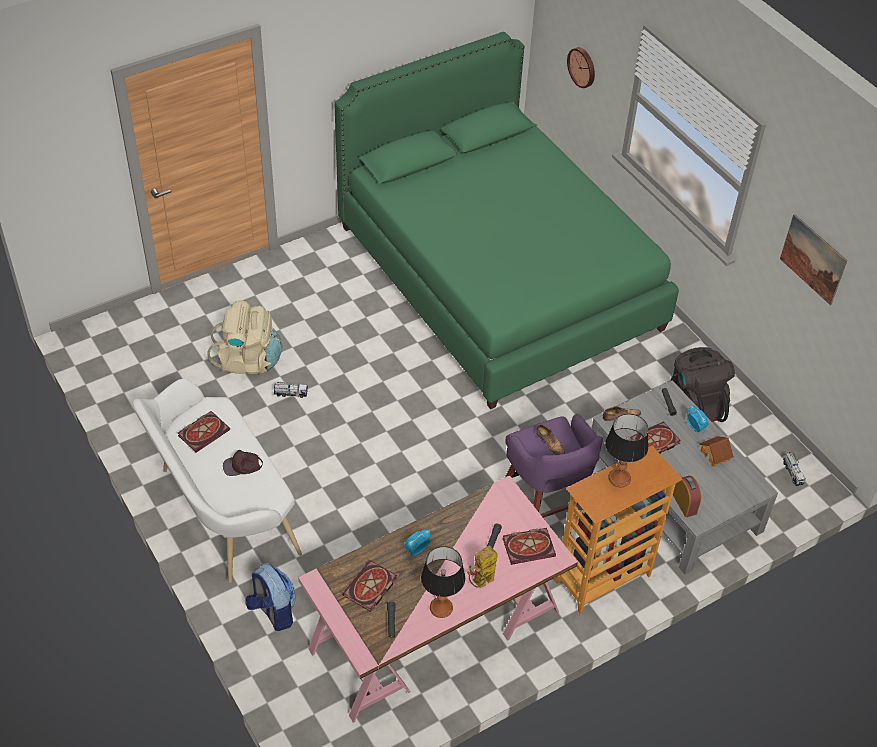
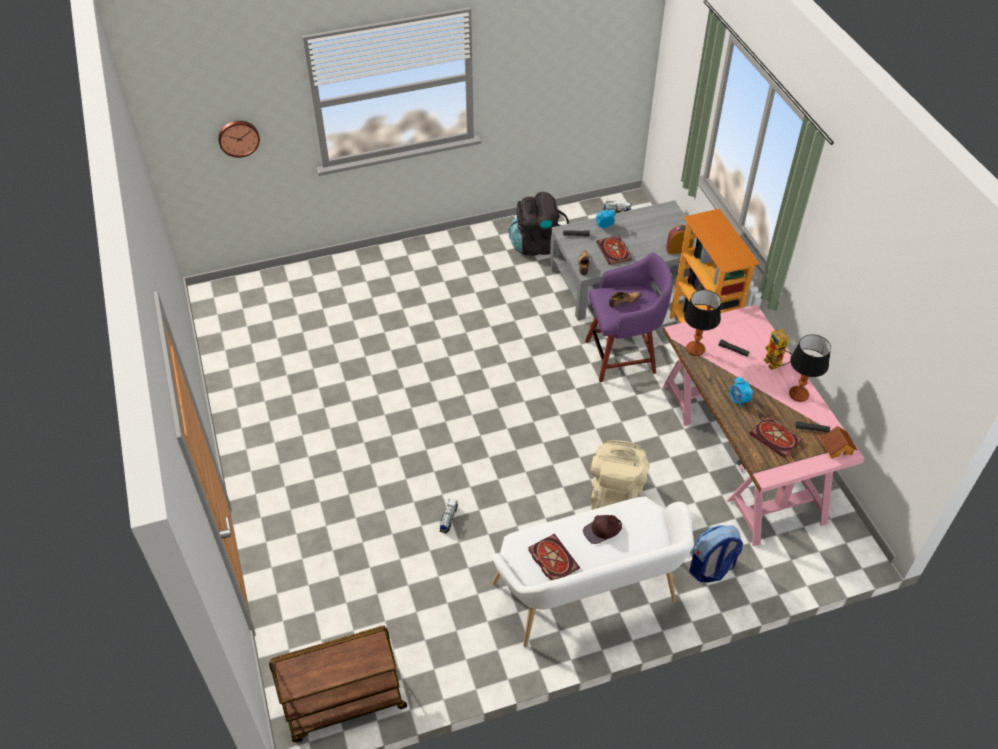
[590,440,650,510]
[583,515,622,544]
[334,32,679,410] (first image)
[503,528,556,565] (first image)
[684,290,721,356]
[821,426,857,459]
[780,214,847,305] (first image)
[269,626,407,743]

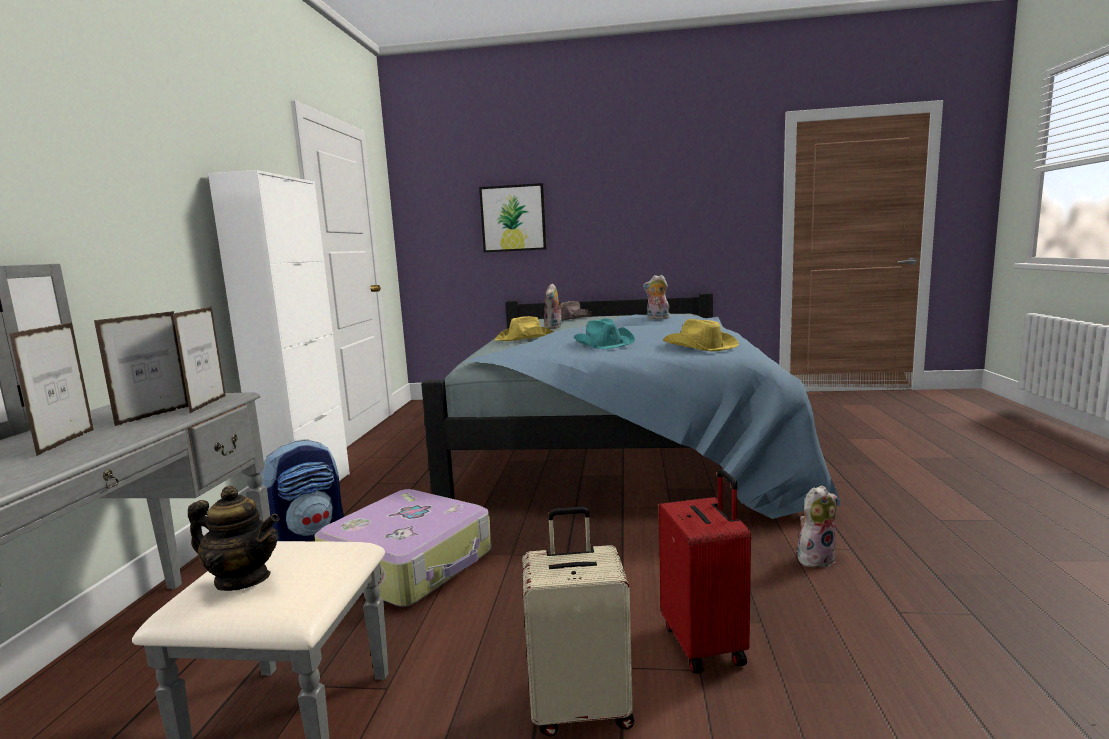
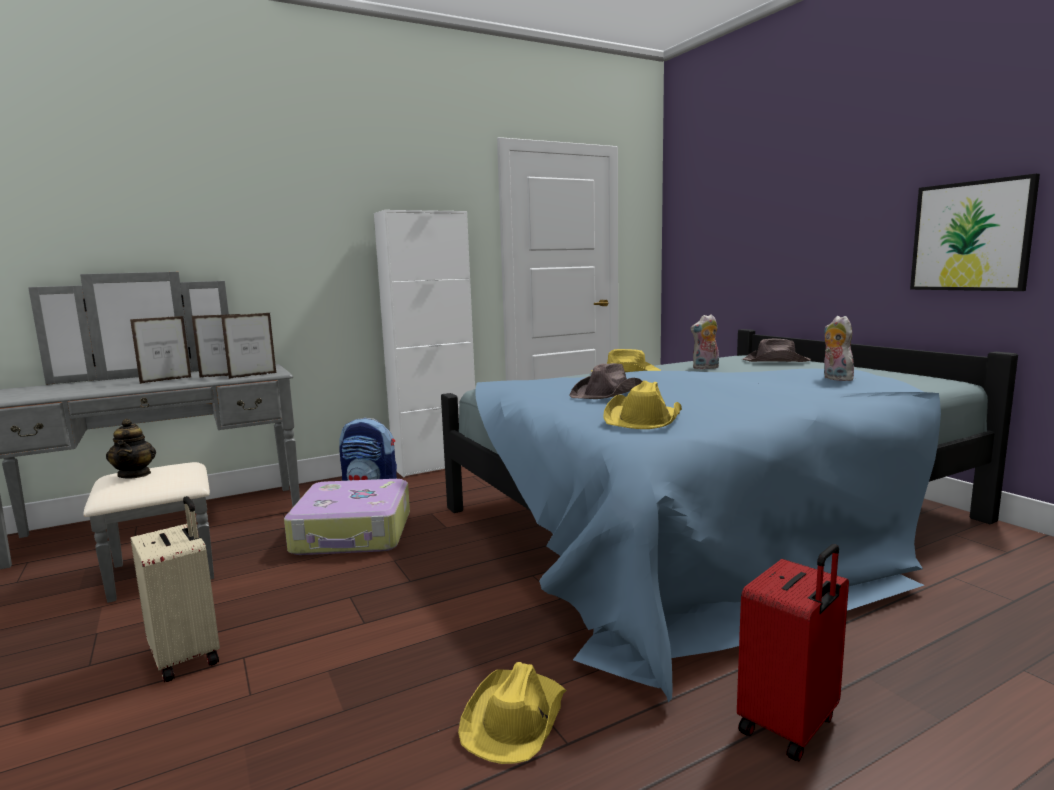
[910,174,1040,291]
[569,363,643,399]
[737,544,849,762]
[458,662,567,764]

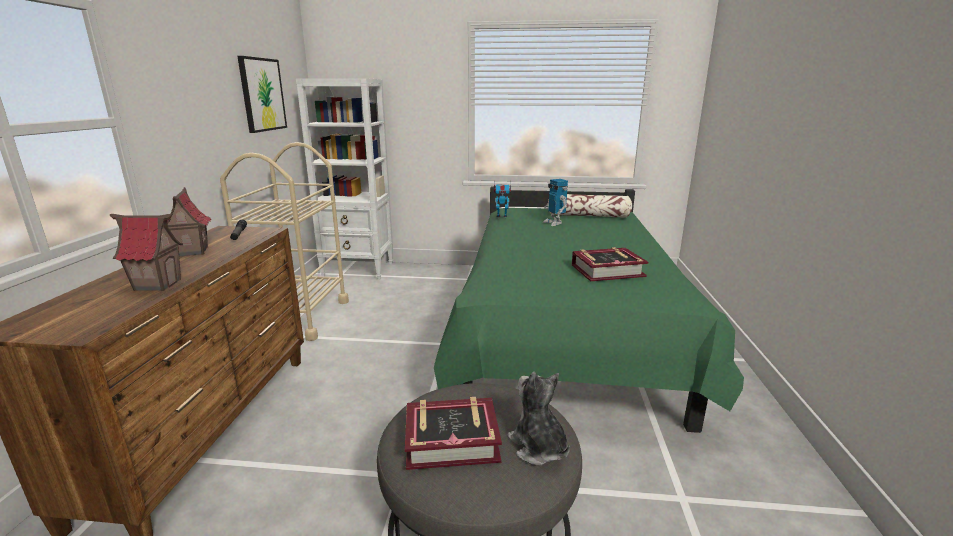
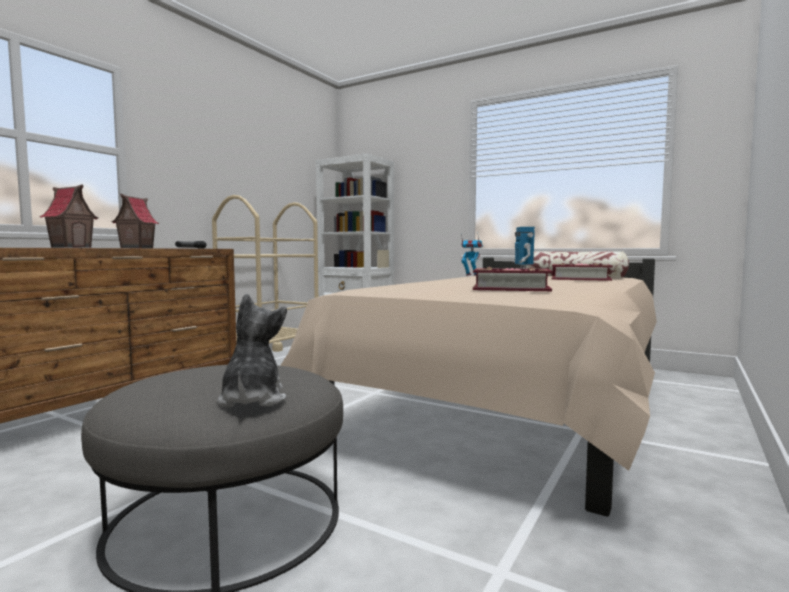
[237,56,287,133] (first image)
[552,263,613,281]
[280,258,657,517]

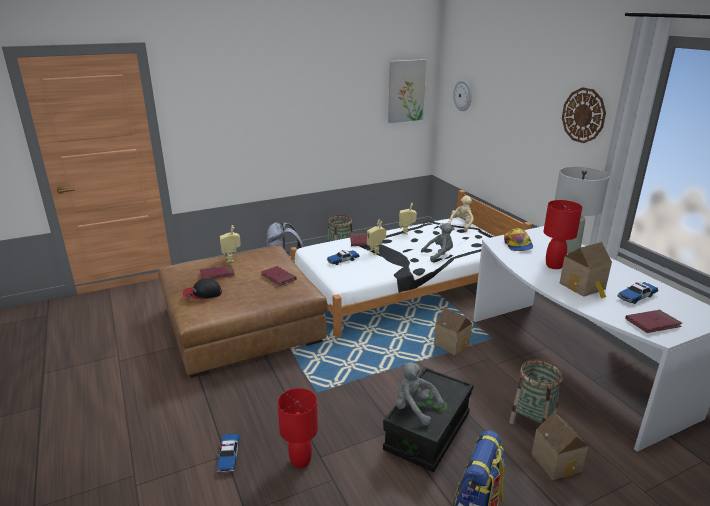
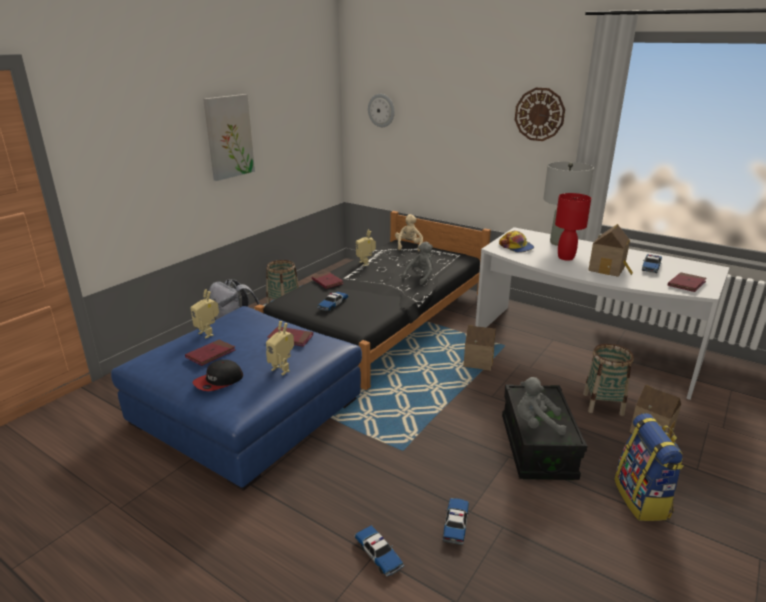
[111,306,362,491]
[443,498,469,545]
[255,211,491,390]
[266,321,294,375]
[203,94,255,181]

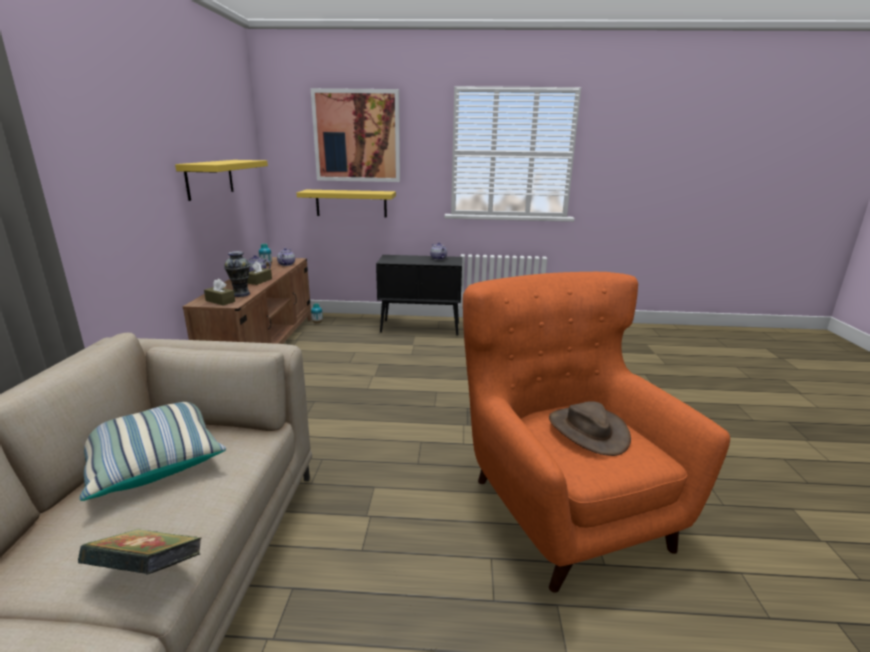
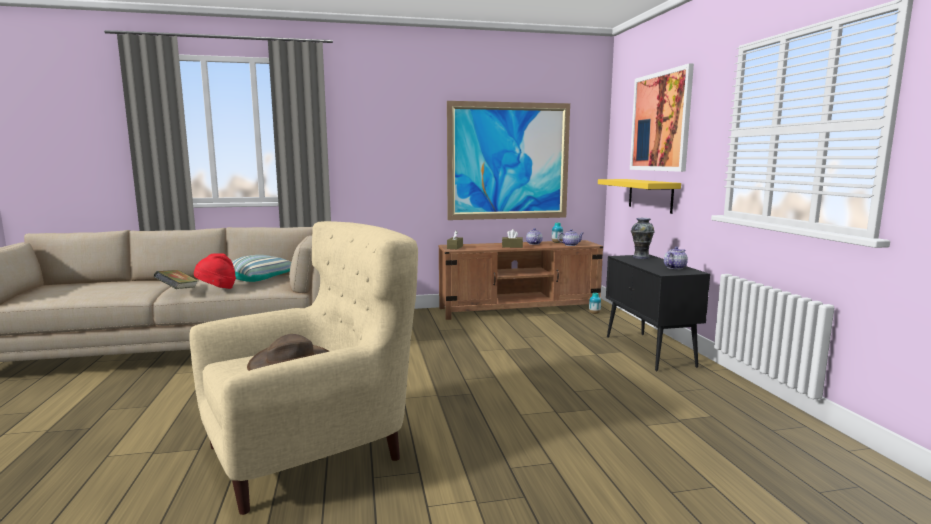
[447,101,570,220]
[631,218,655,259]
[189,221,418,515]
[194,253,236,289]

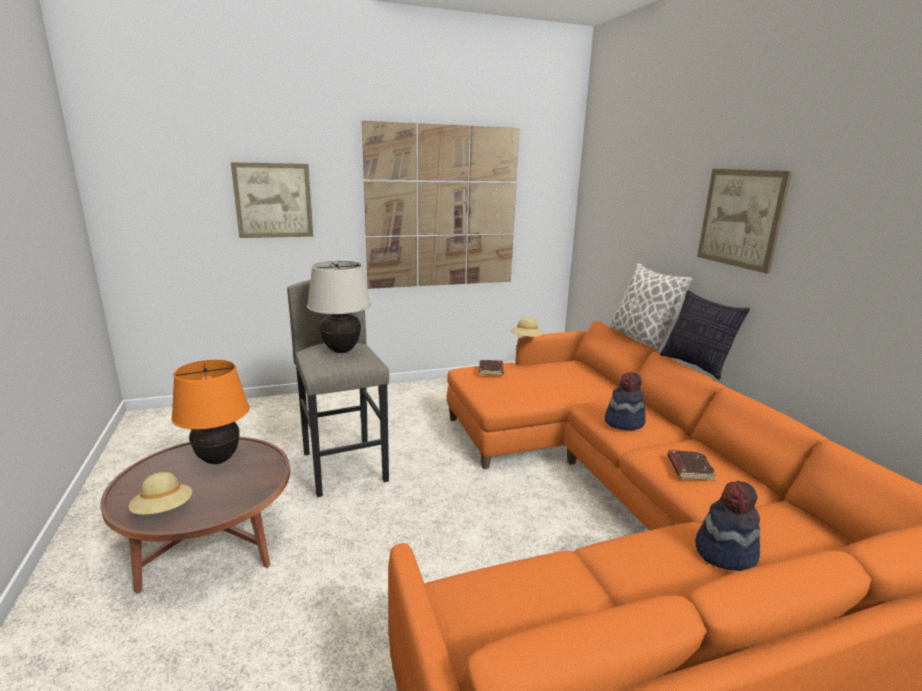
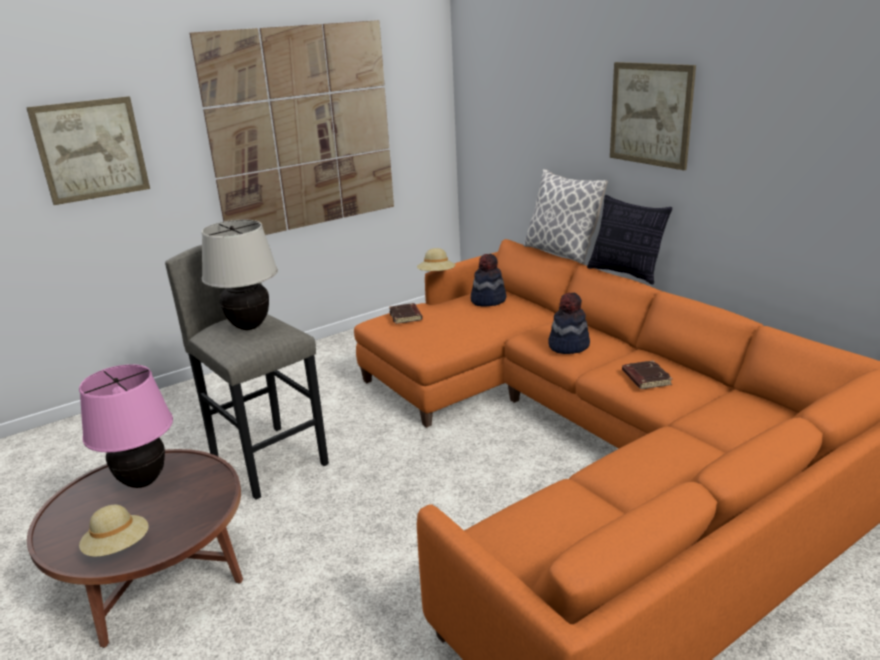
[79,364,173,488]
[471,254,506,307]

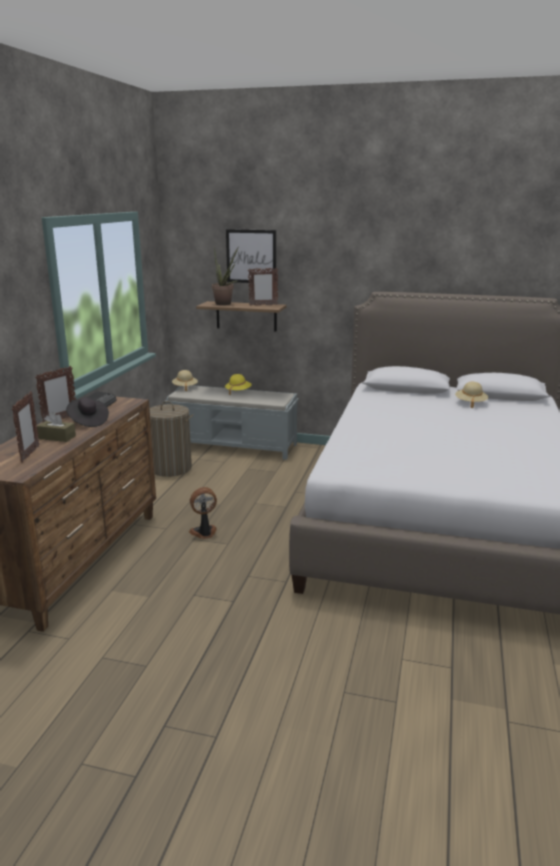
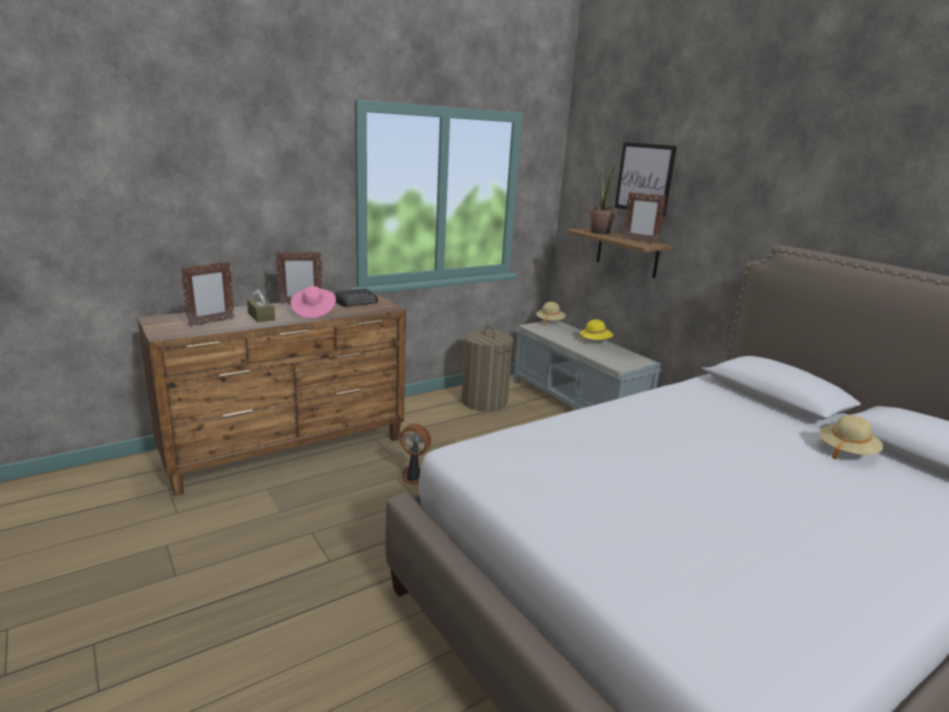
[291,286,336,318]

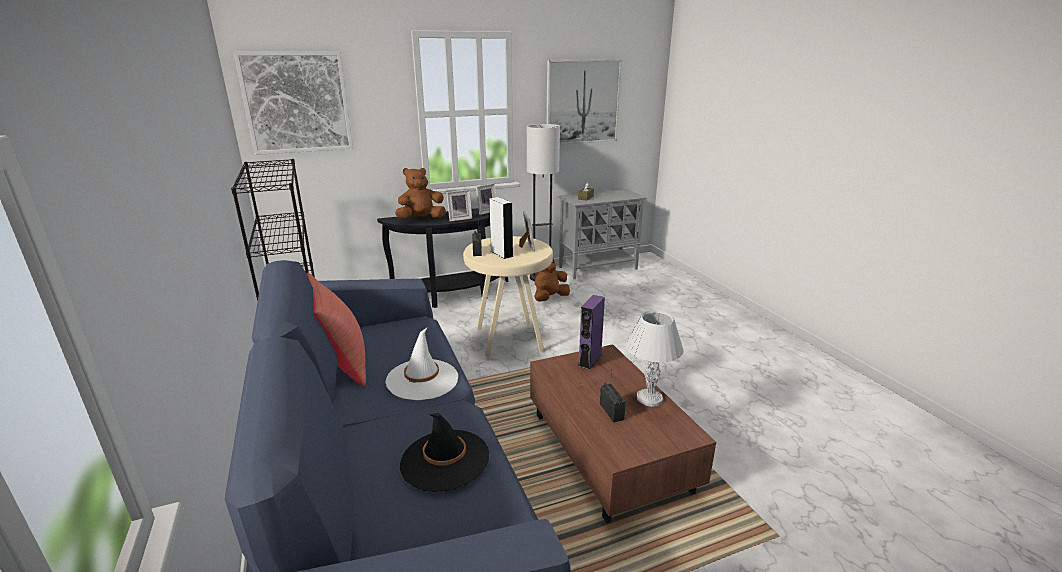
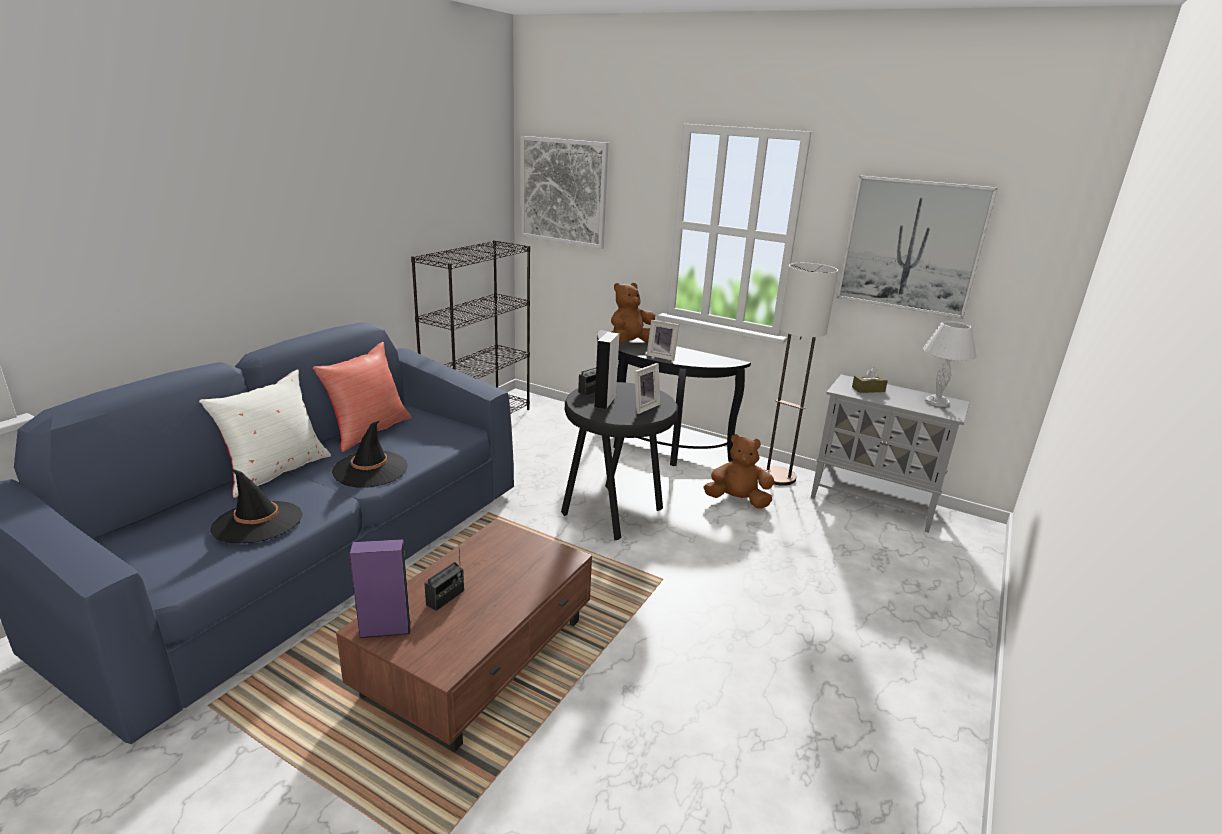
[332,421,408,488]
[611,283,655,343]
[561,382,678,540]
[476,183,496,215] (first image)
[350,539,411,638]
[923,321,976,407]
[199,369,331,498]

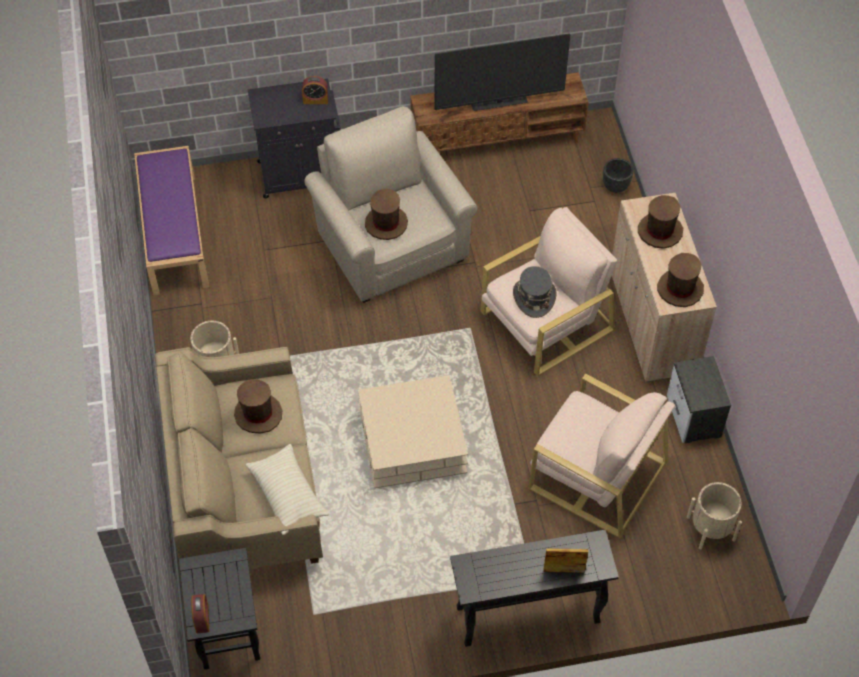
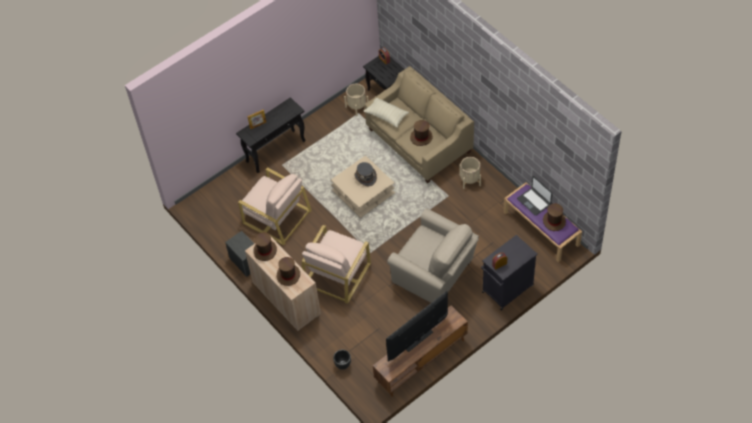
[543,203,566,231]
[354,162,377,186]
[238,167,312,245]
[344,83,369,116]
[517,176,552,216]

